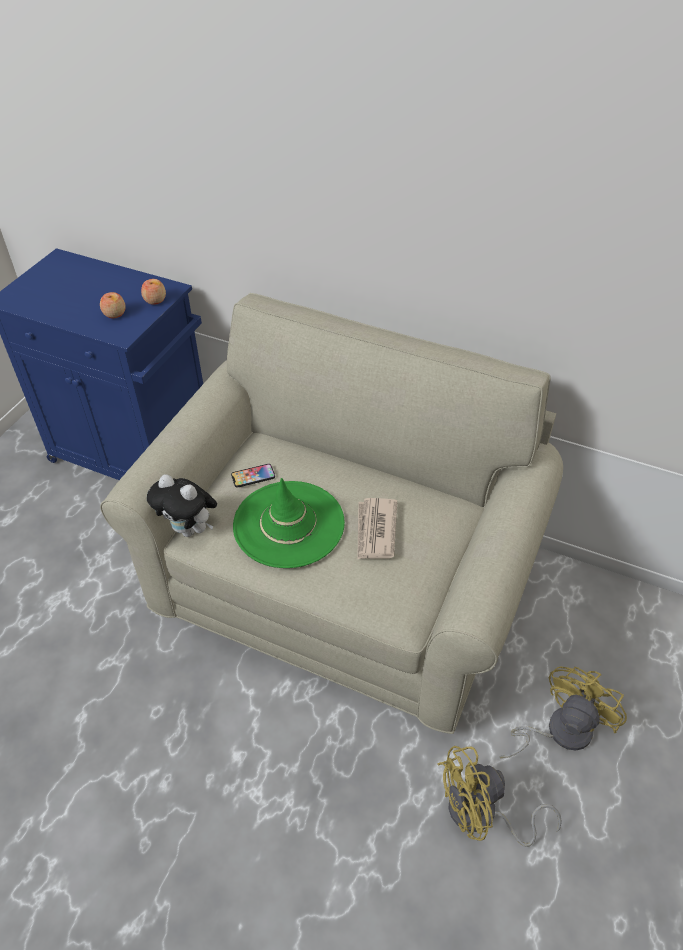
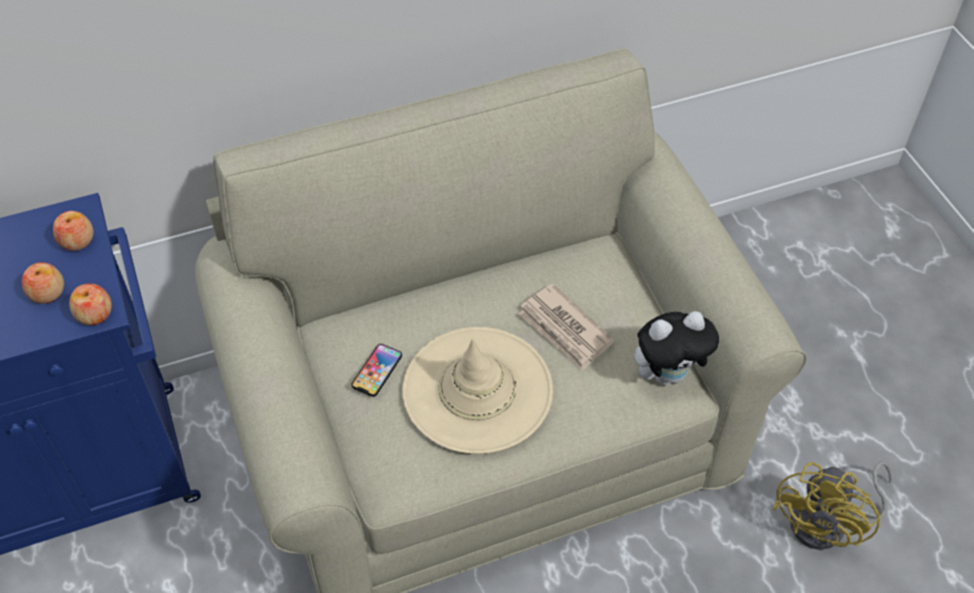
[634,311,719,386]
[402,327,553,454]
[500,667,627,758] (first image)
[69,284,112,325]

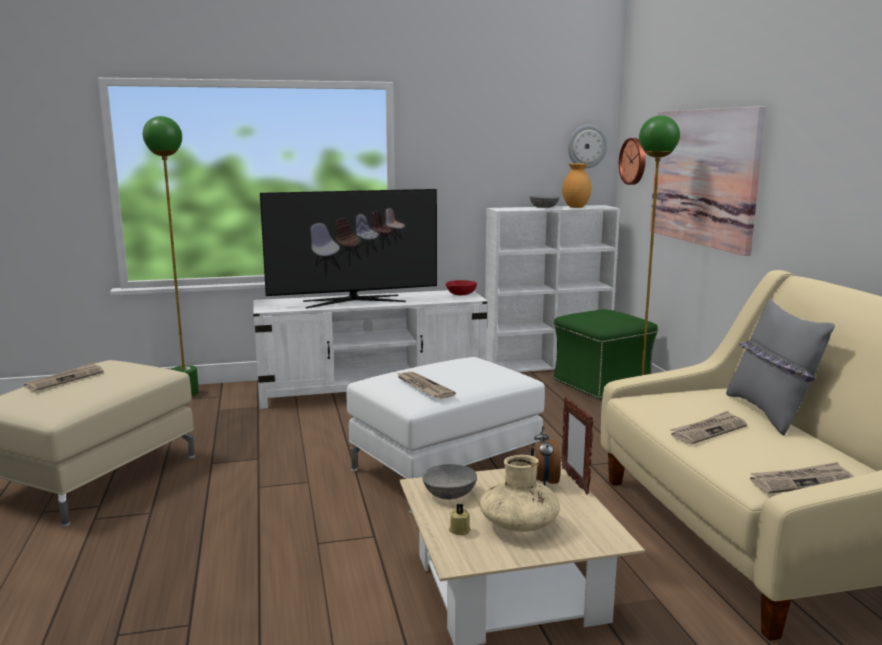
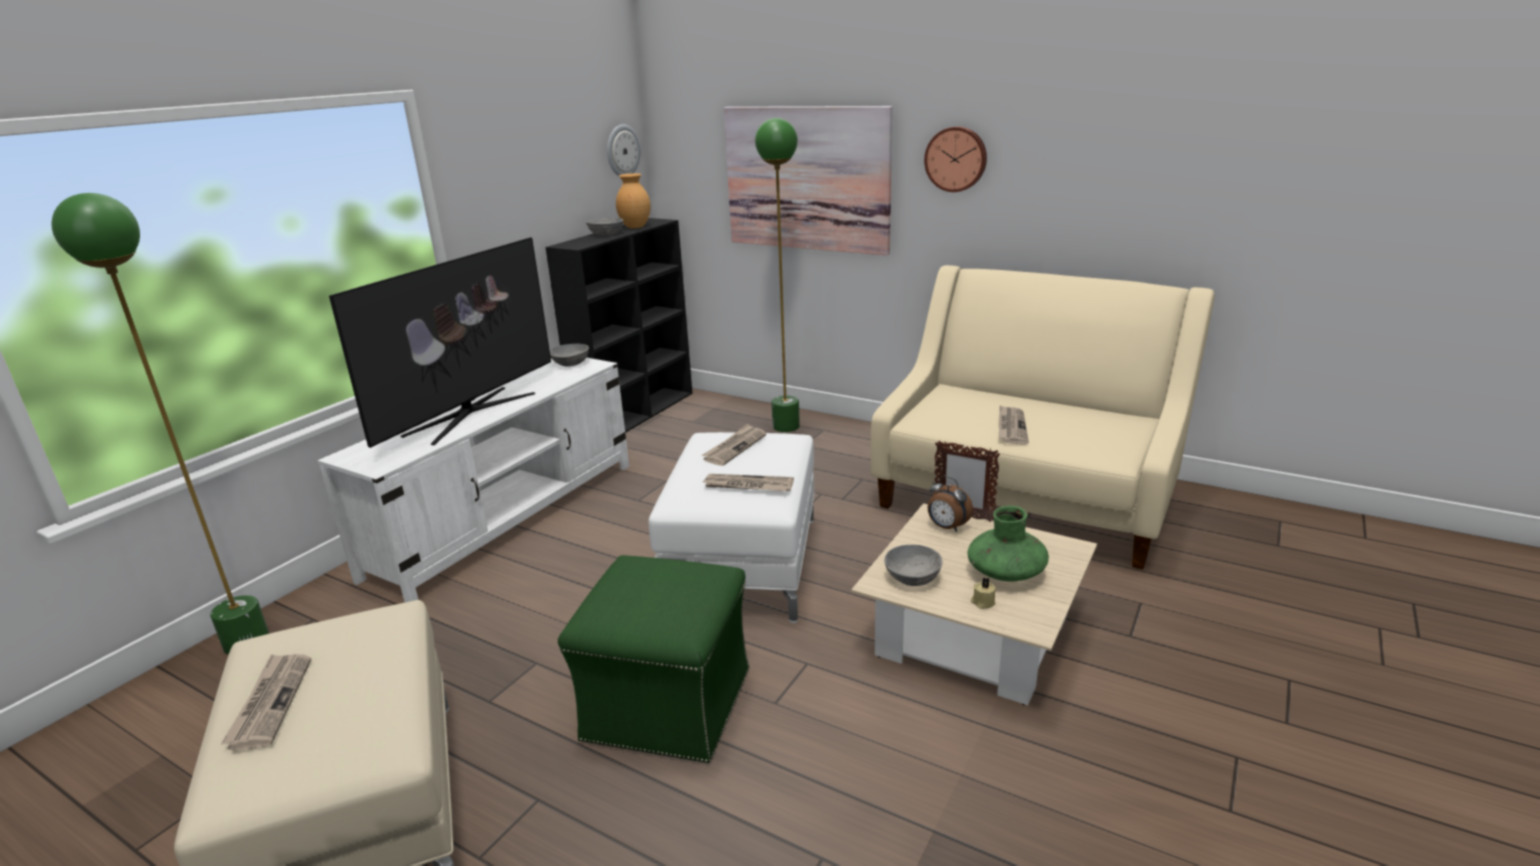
[550,344,589,366]
[968,506,1049,582]
[545,218,693,433]
[558,555,749,763]
[924,126,987,192]
[726,299,835,435] (first image)
[701,424,766,466]

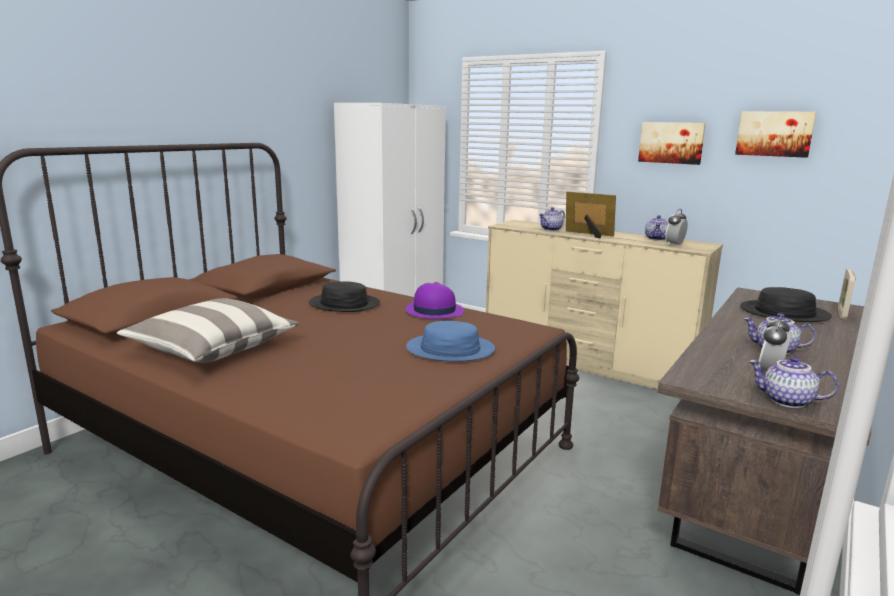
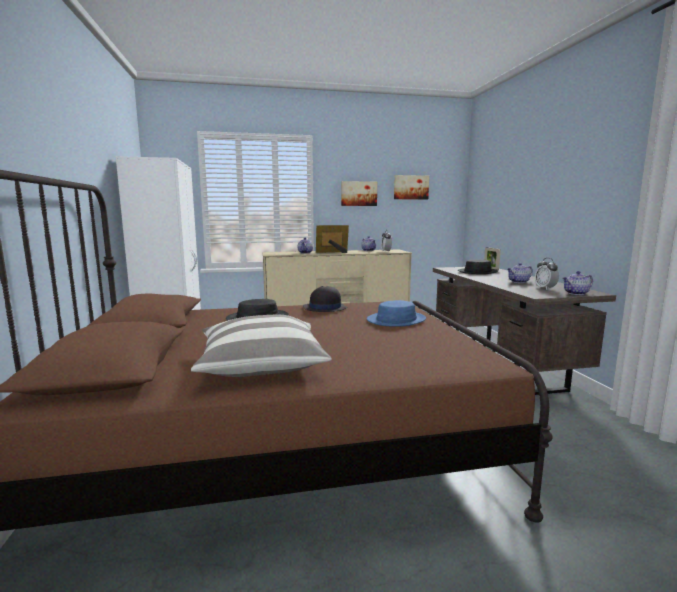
[303,286,347,312]

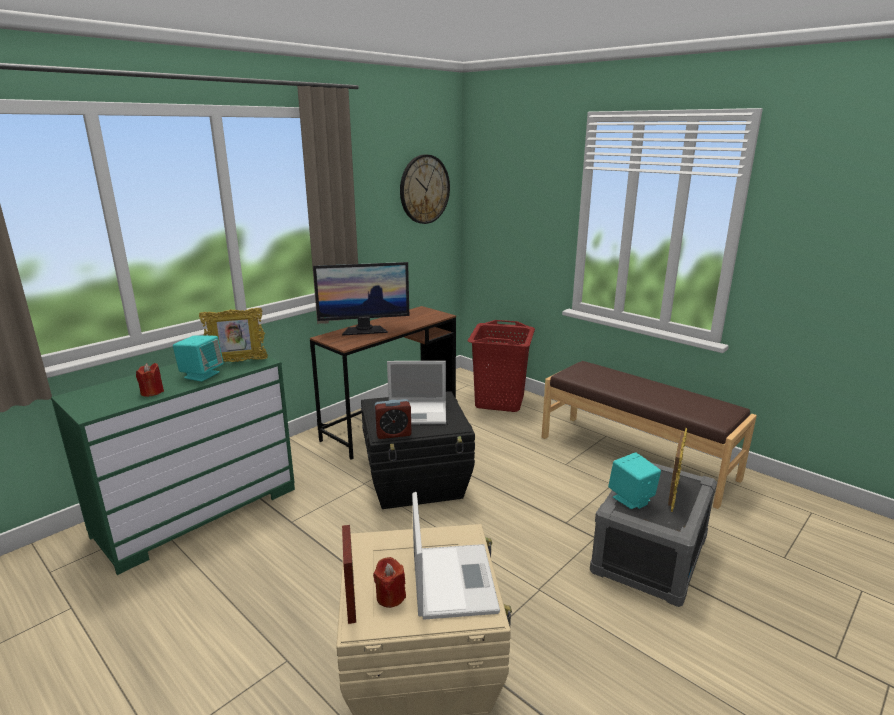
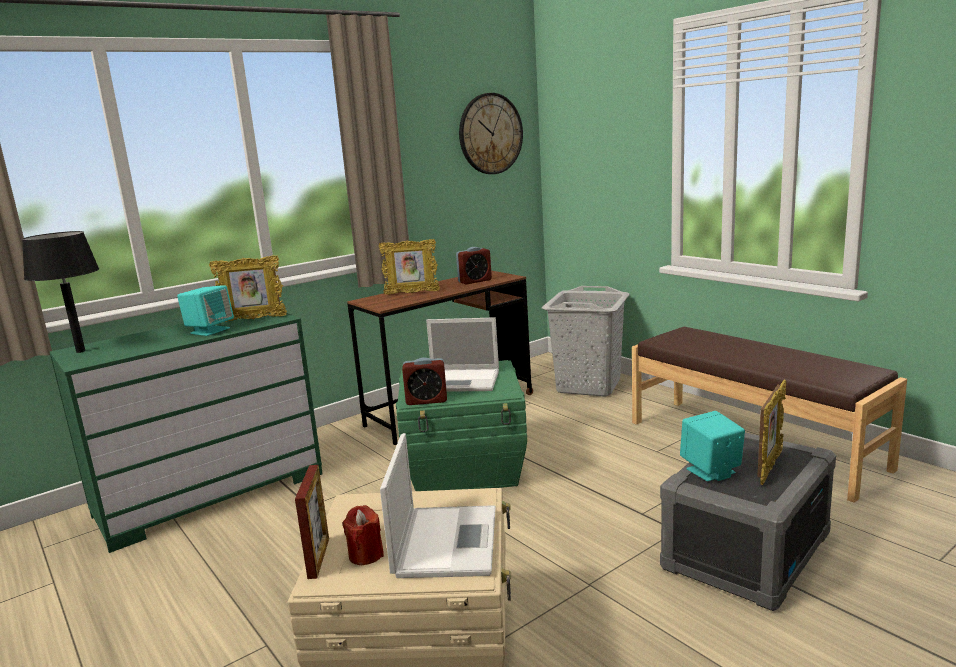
[136,363,164,397] (first image)
[379,239,440,295]
[396,360,527,491]
[542,286,630,397]
[22,231,99,353]
[456,247,492,285]

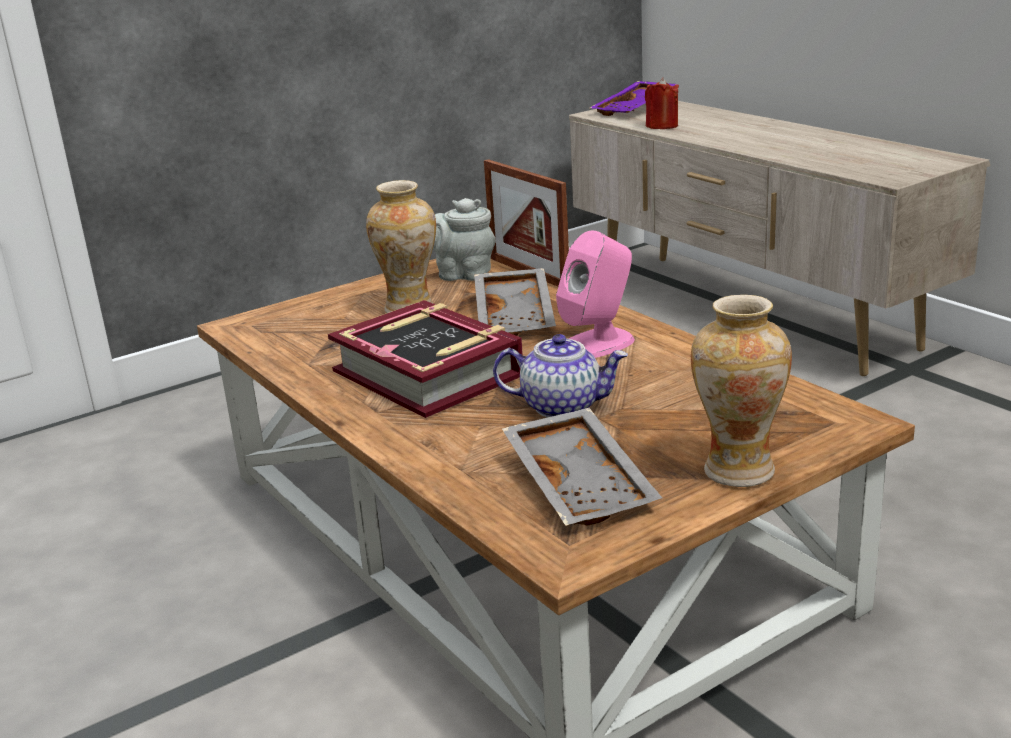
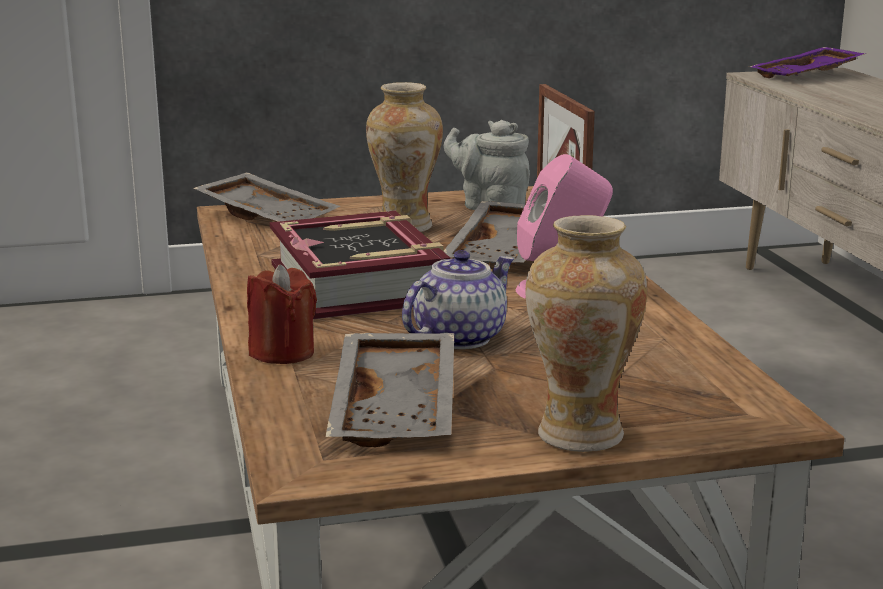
[402,250,514,349]
[247,264,317,364]
[193,172,341,222]

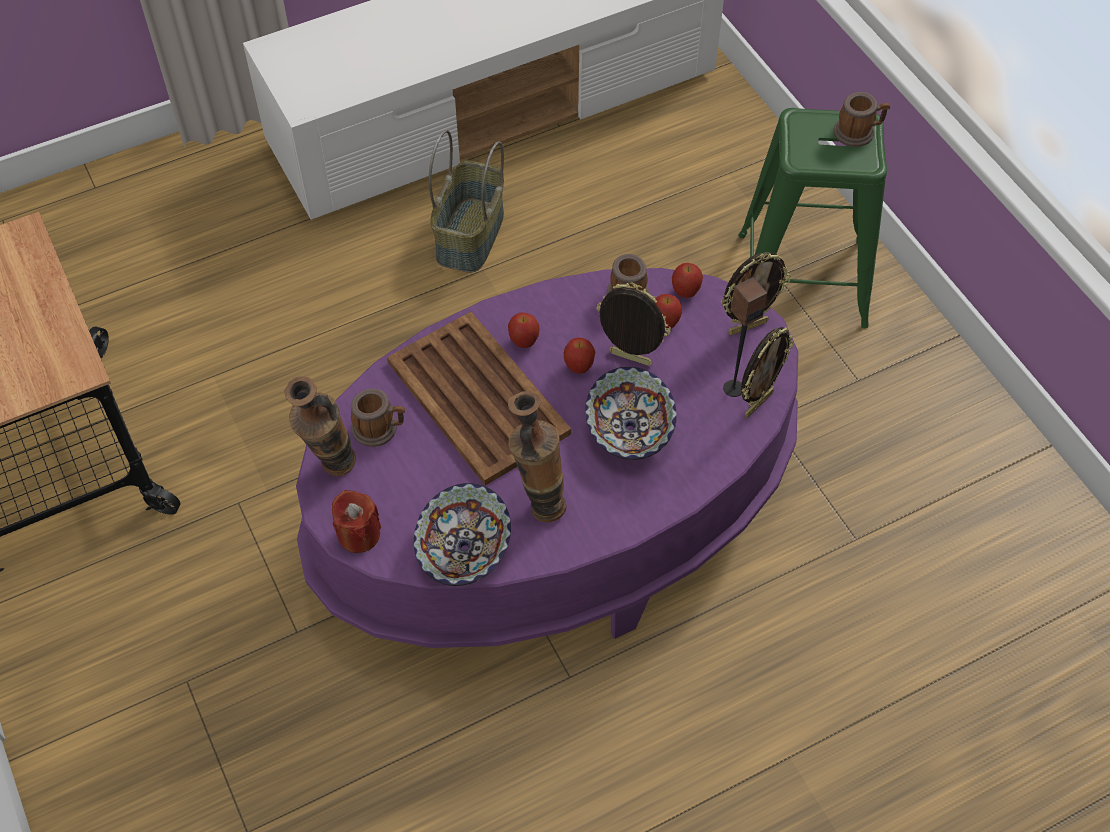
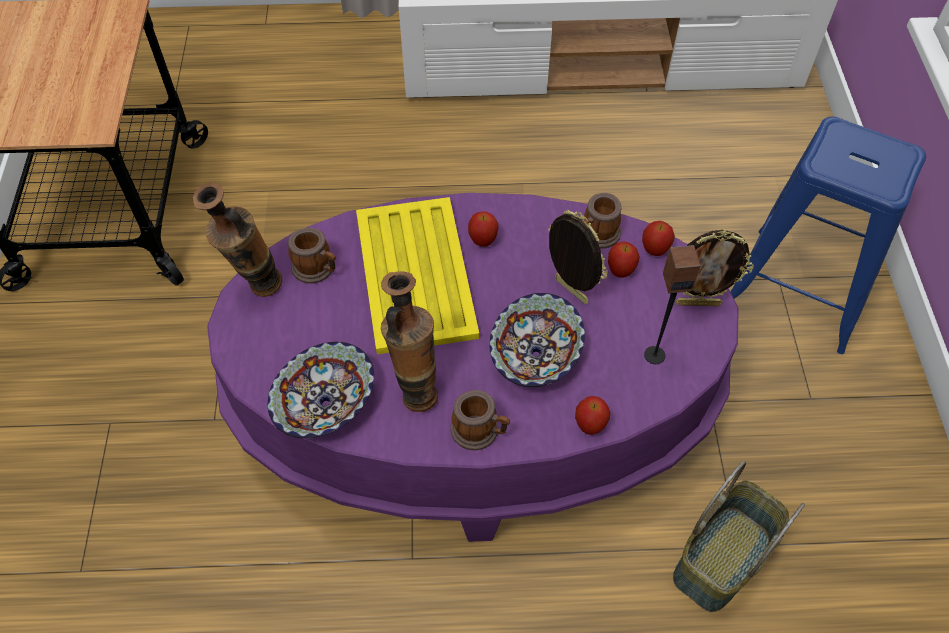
[332,490,381,553] (first image)
[356,197,479,354]
[673,461,805,612]
[575,396,610,435]
[731,116,926,354]
[741,327,794,418] (first image)
[450,390,510,451]

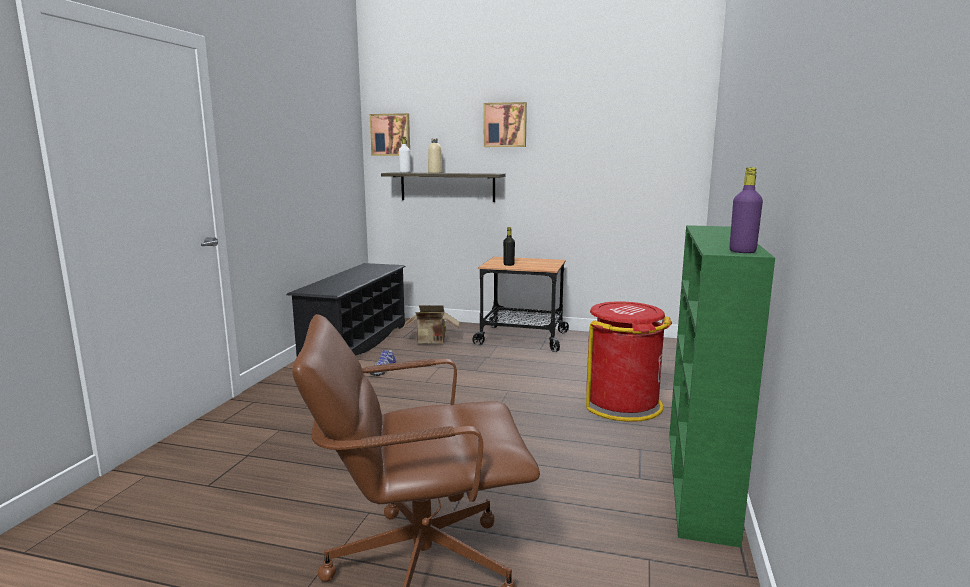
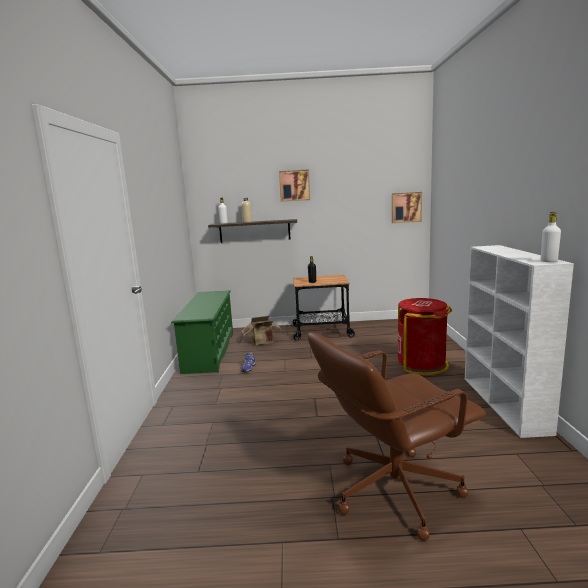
[171,290,233,374]
[392,192,422,223]
[465,245,574,438]
[541,212,561,262]

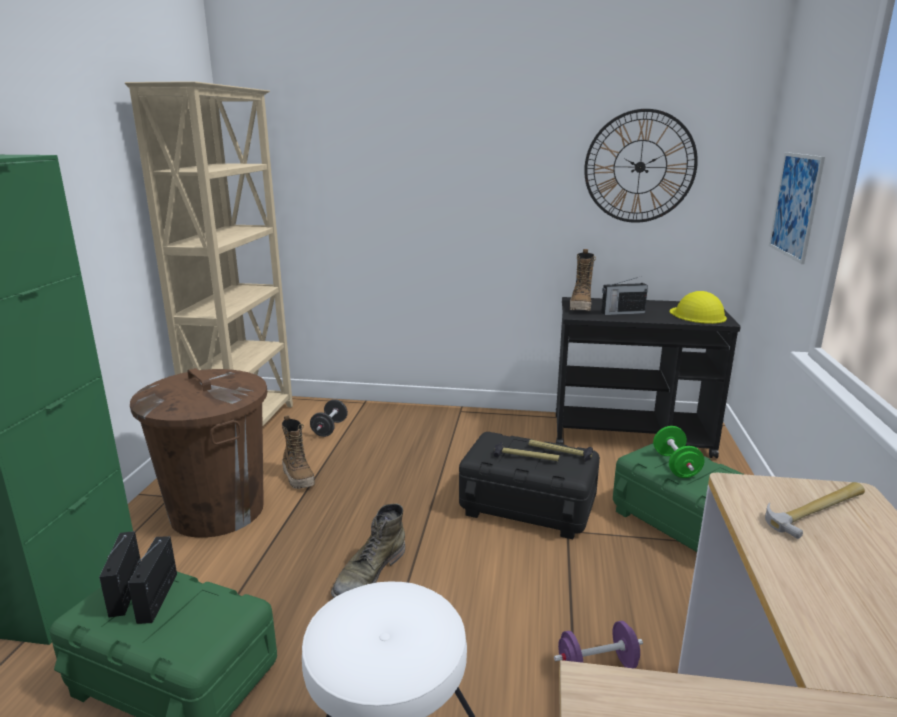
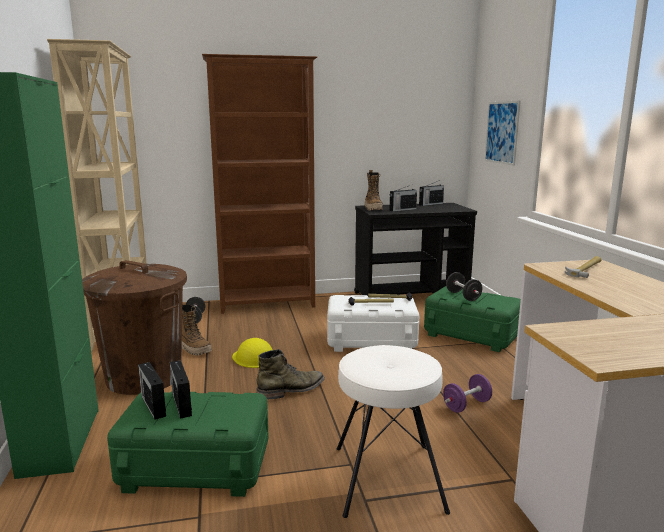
[256,349,324,399]
[327,295,419,352]
[584,109,698,223] (first image)
[446,272,482,301]
[232,338,273,368]
[202,54,317,314]
[419,180,444,206]

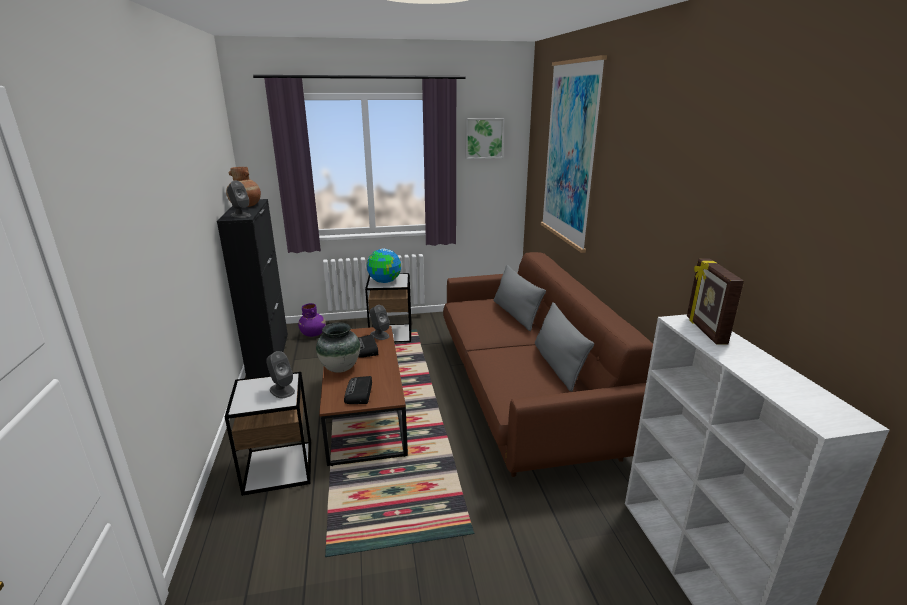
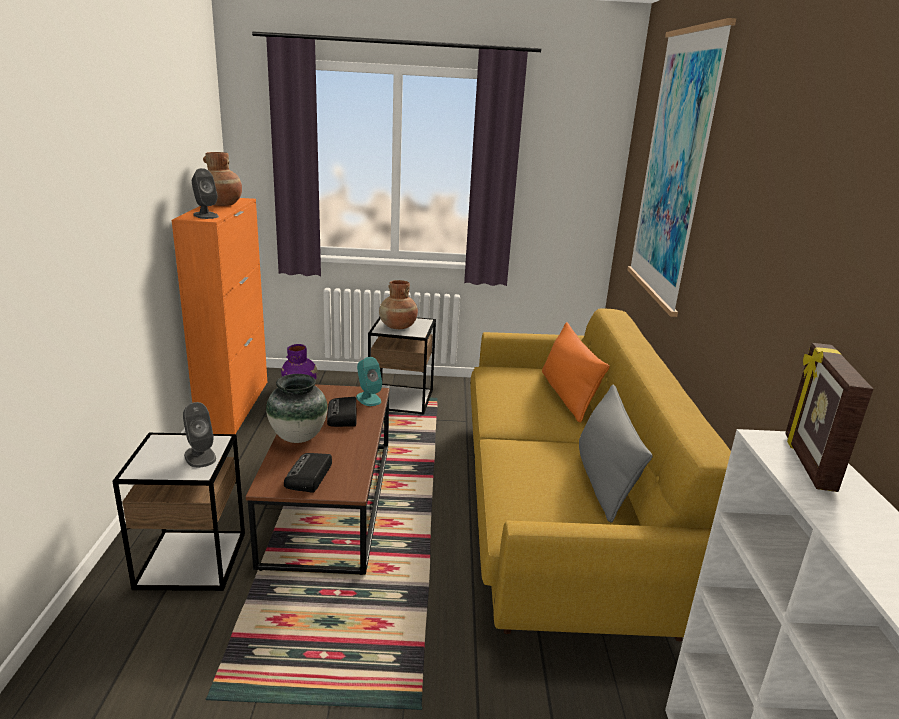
[171,198,267,434]
[379,280,418,329]
[356,357,382,406]
[470,308,731,642]
[465,118,504,159] (first image)
[542,322,610,423]

